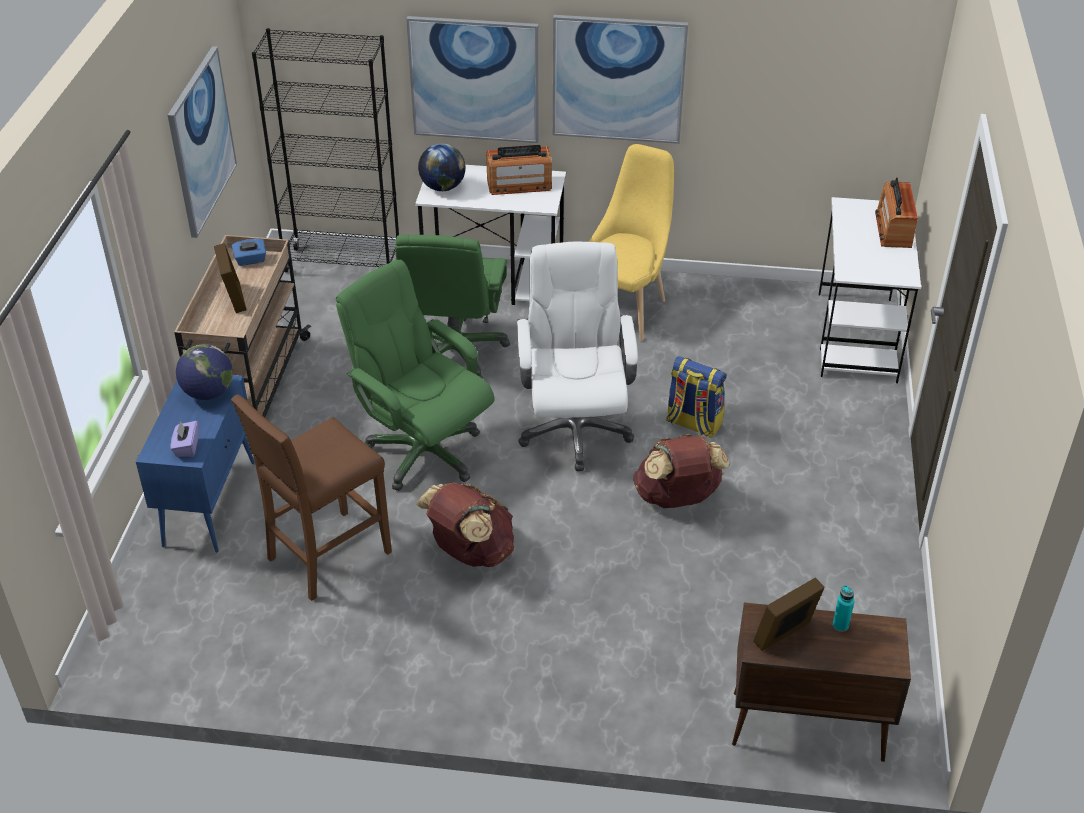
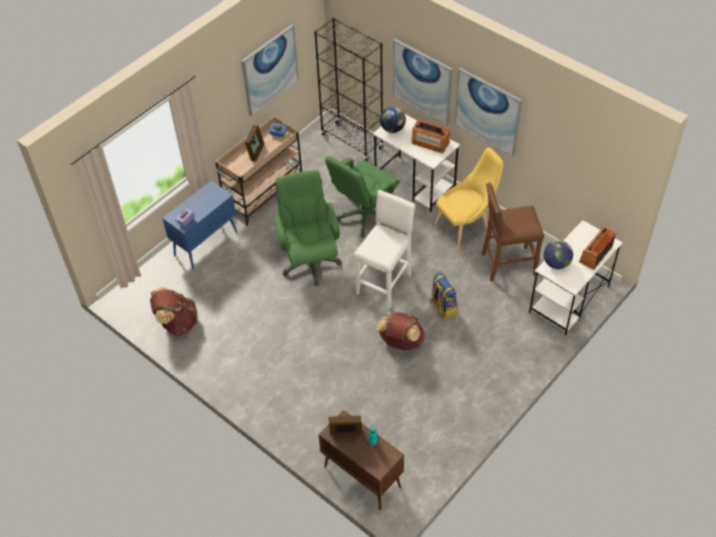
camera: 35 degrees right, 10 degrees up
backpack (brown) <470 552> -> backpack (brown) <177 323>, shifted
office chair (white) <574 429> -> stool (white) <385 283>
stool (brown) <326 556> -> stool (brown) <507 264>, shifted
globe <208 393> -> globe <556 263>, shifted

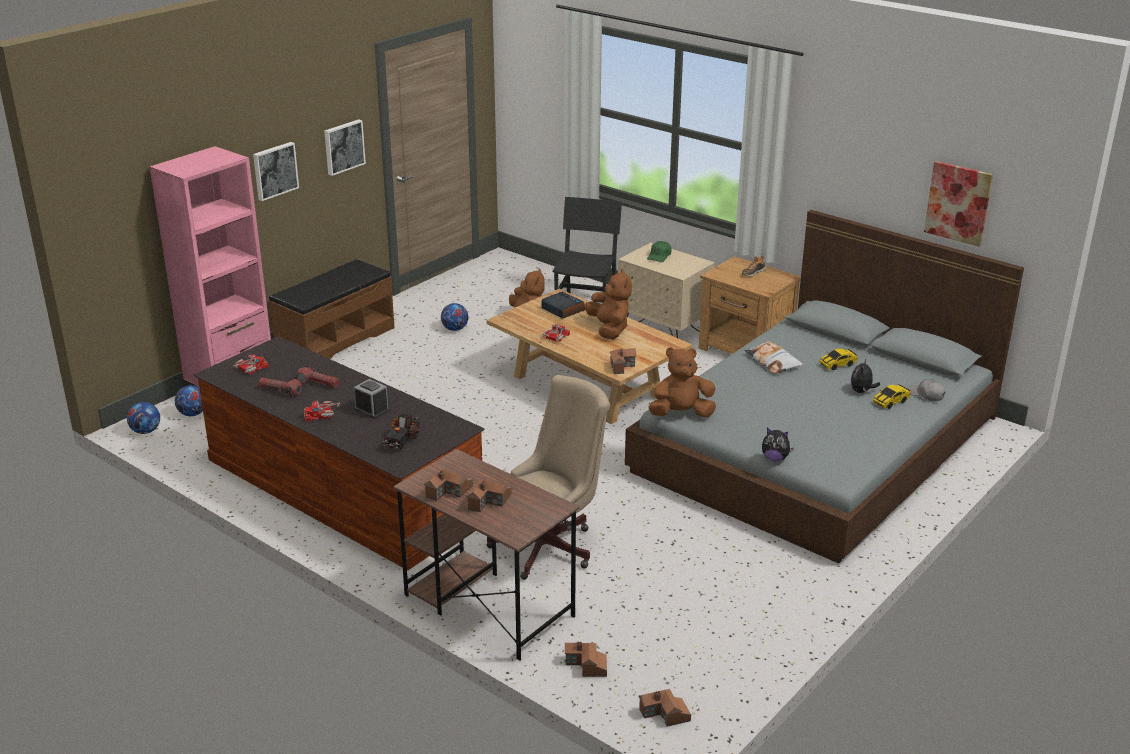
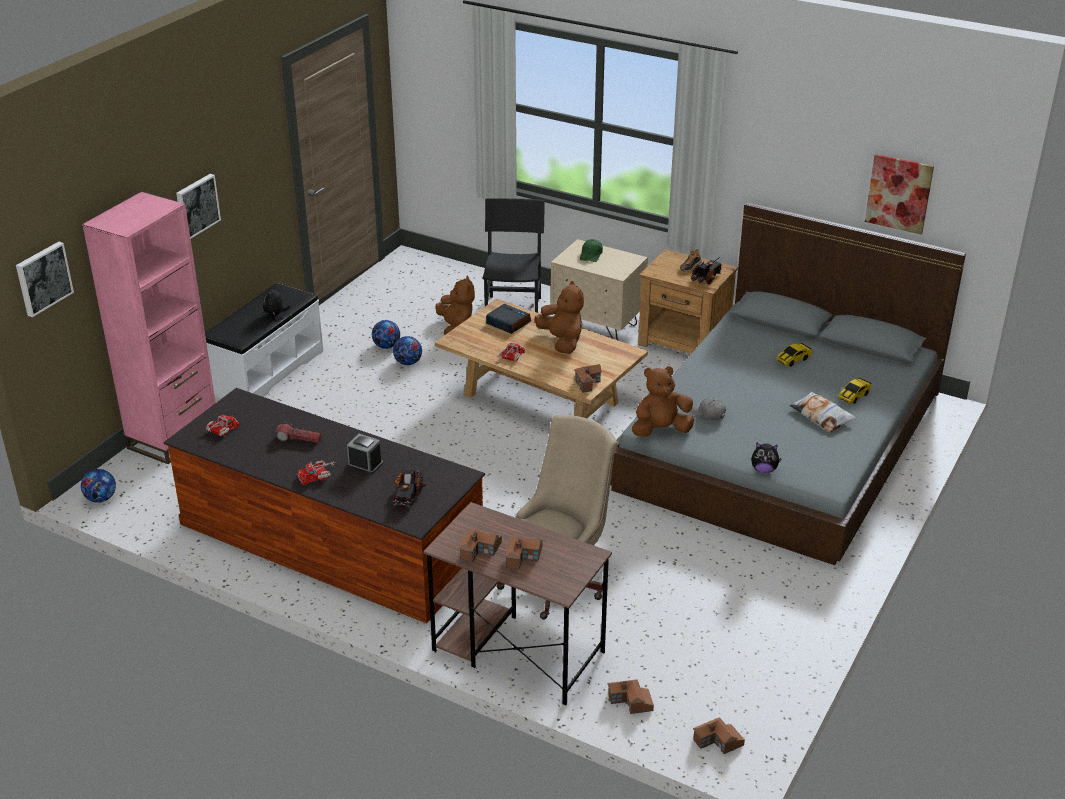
camera: 10 degrees left, 5 degrees up
picture <343 146> -> picture <43 278>, shifted
bench (brown) <335 340> -> bench (white) <266 371>
plush toy <862 391> -> plush toy <275 315>, shifted
football <193 414> -> football <408 363>, shifted
cap (grey) <926 395> -> cap (grey) <708 413>, shifted
none -> toy truck <706 278>
pillow <773 362> -> pillow <821 416>, shifted
flashlight <280 391> -> none

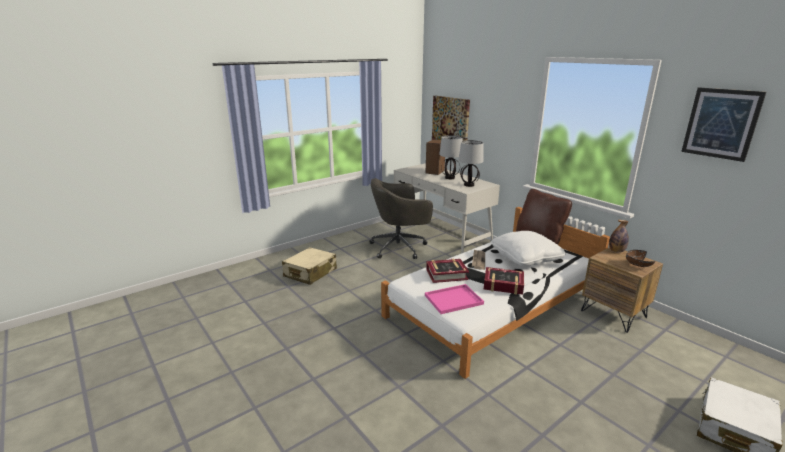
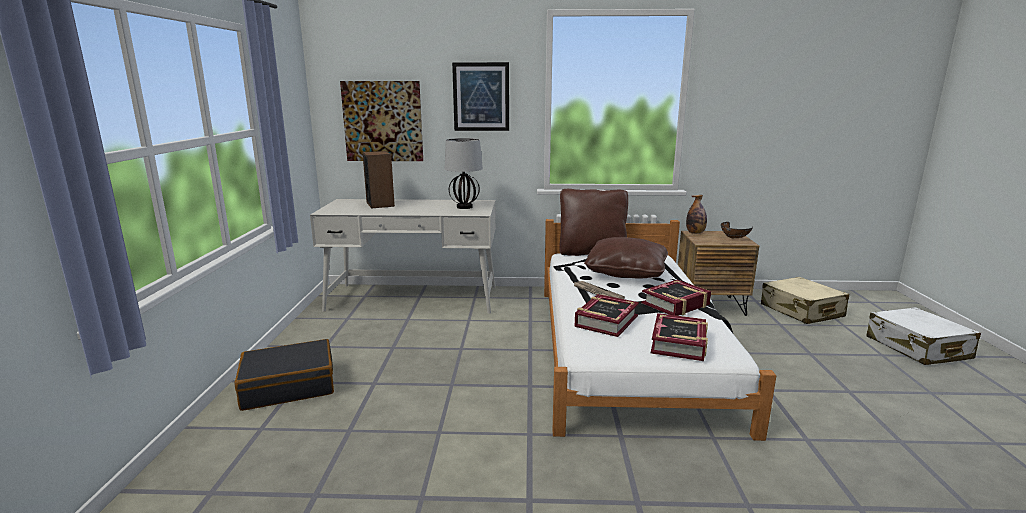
camera: 50 degrees left, 5 degrees down
none -> suitcase (black) <289 386>
picture <721 123> -> picture <481 97>, shifted
pillow (white) <525 258> -> pillow (brown) <626 272>
tray (pink) <453 300> -> book <679 343>
suitcase (beige) <310 273> -> suitcase (beige) <801 311>, shifted
office chair (grey) <400 247> -> none
table lamp <449 178> -> none

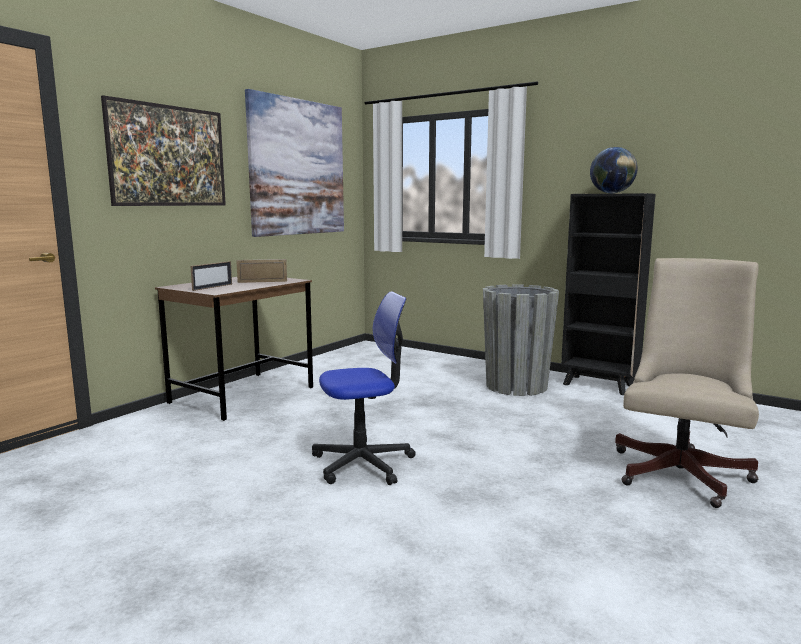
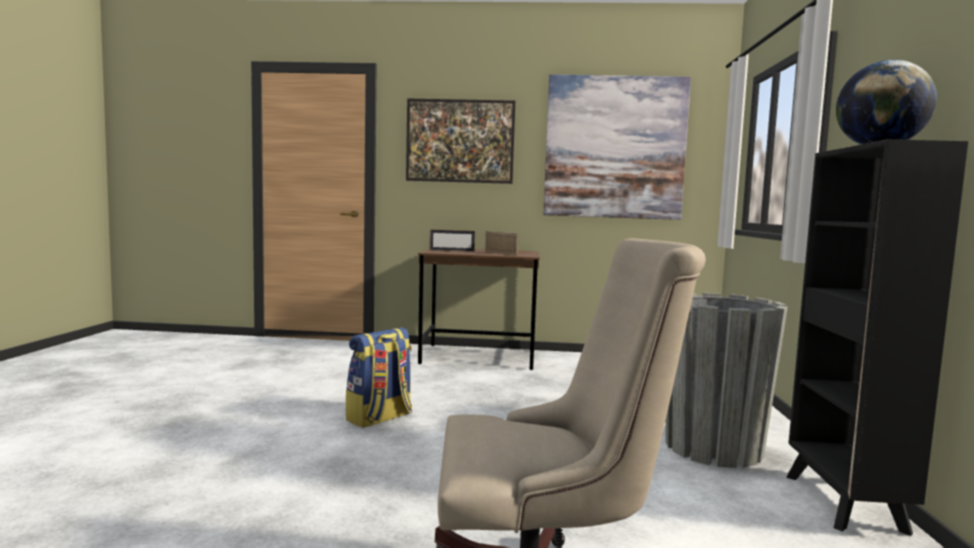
camera: 60 degrees right, 5 degrees down
office chair <363 463> -> backpack <379 418>

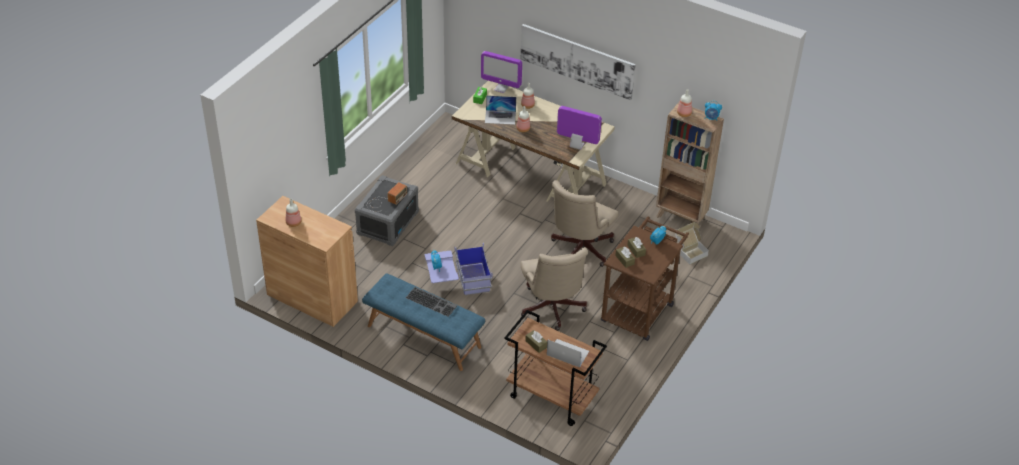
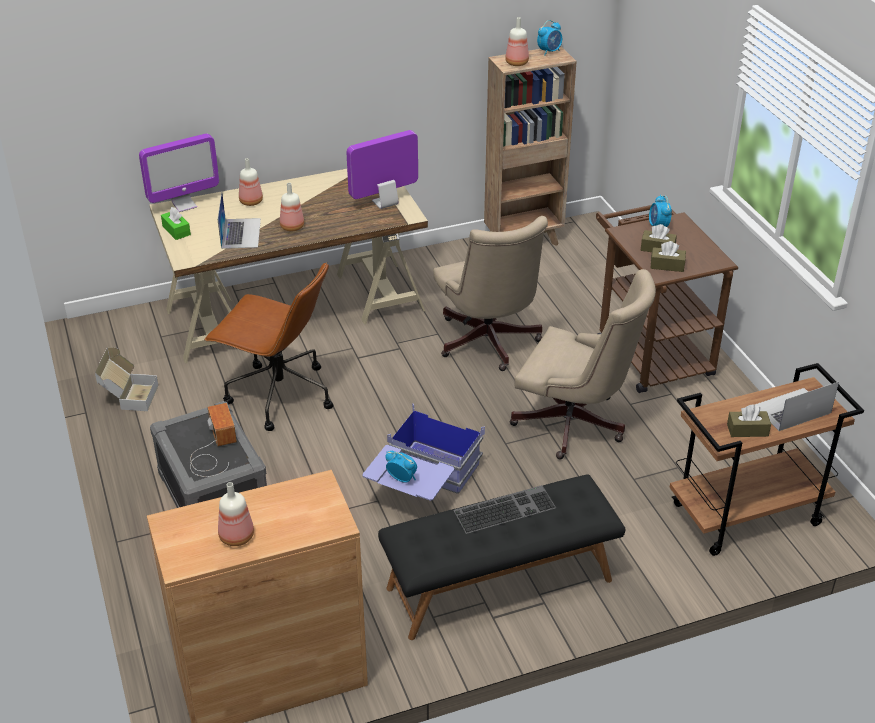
camera: 50 degrees left, 5 degrees down
cardboard box <690 251> -> cardboard box <129 396>, shifted
none -> office chair (brown) <278 395>
laptop <500 117> -> laptop <241 233>, 45 degrees counterclockwise
bench (blue) <423 337> -> bench (black) <499 585>
picture <577 61> -> none

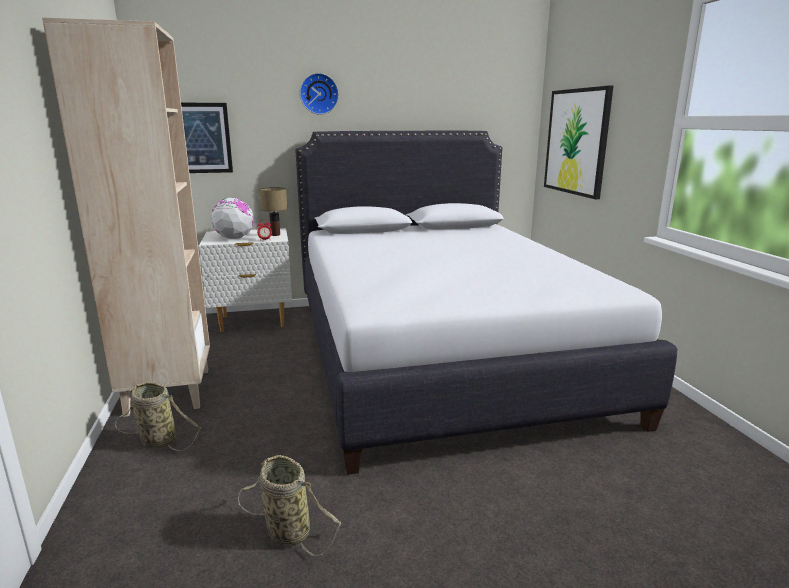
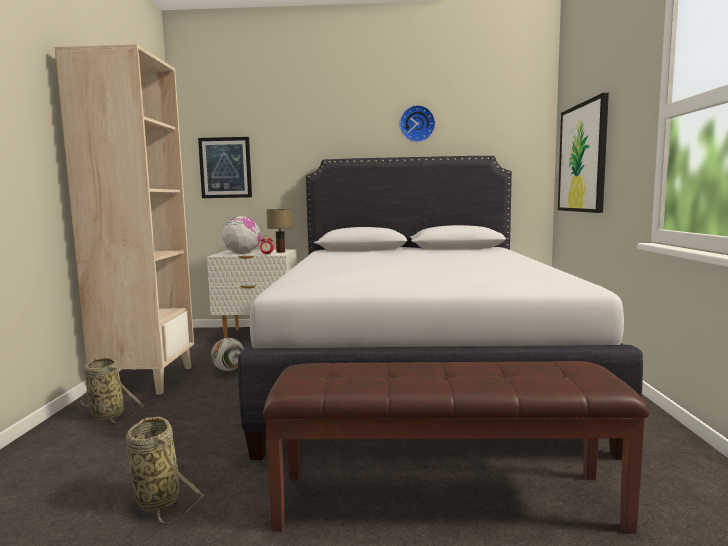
camera: 15 degrees right, 10 degrees down
none -> football <229 370>
none -> bench (brown) <445 499>
wall clock <319 94> -> wall clock <417 124>, shifted

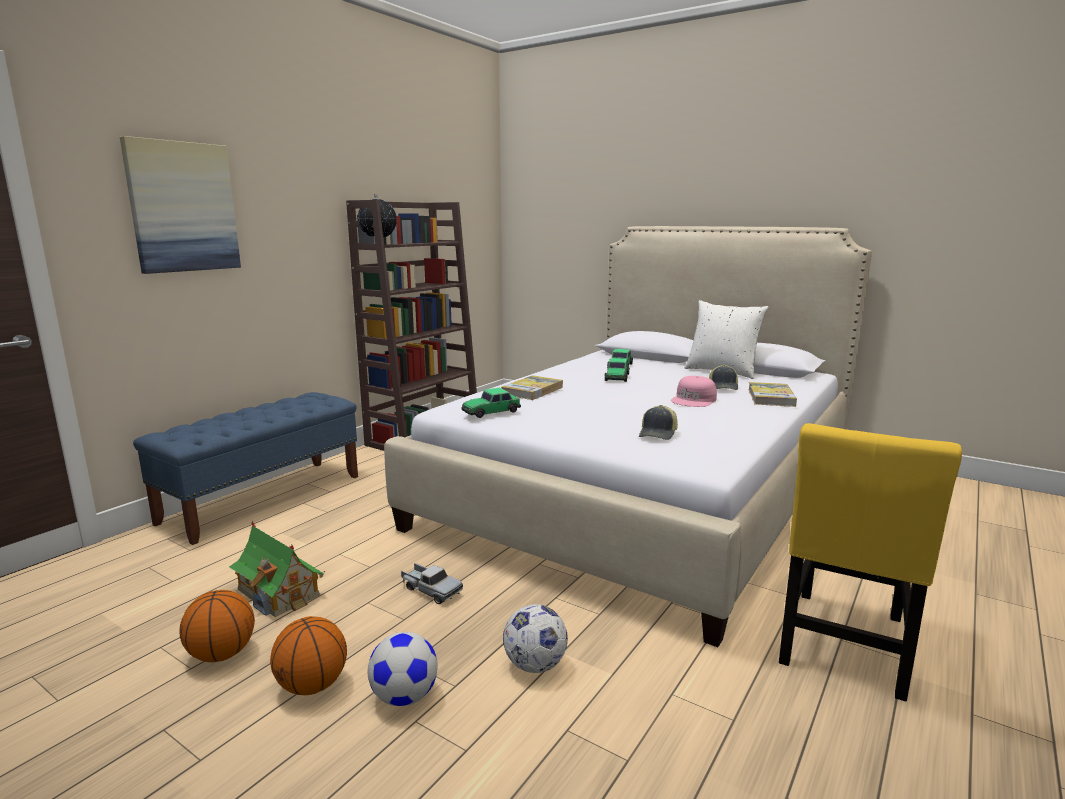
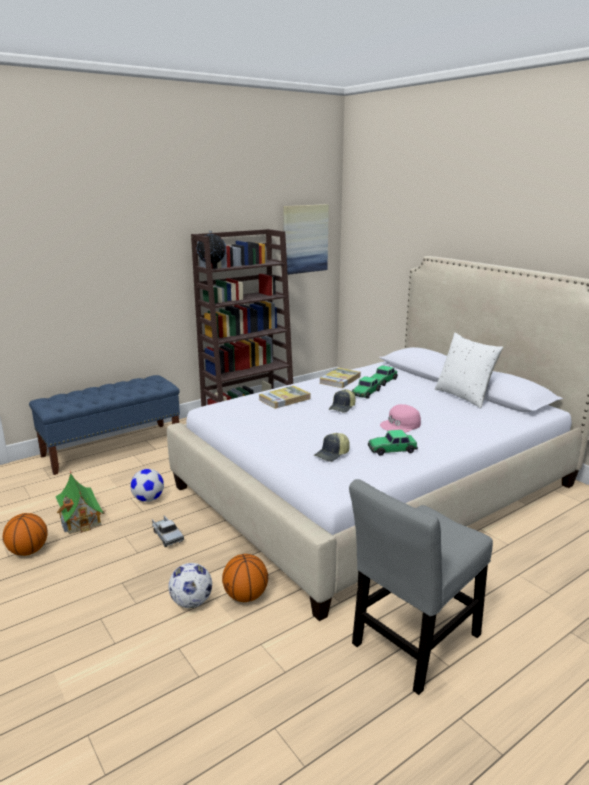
camera: 20 degrees right, 5 degrees up
football <404 696> -> football <148 499>, shifted
basketball <313 685> -> basketball <246 596>, shifted
picture <183 207> -> picture <305 239>, shifted
book <771 397> -> book <340 380>, shifted
cap <723 387> -> cap <342 408>, shifted
chair (yellow) <844 646> -> chair (grey) <413 644>
toy car <491 412> -> toy car <392 449>, shifted

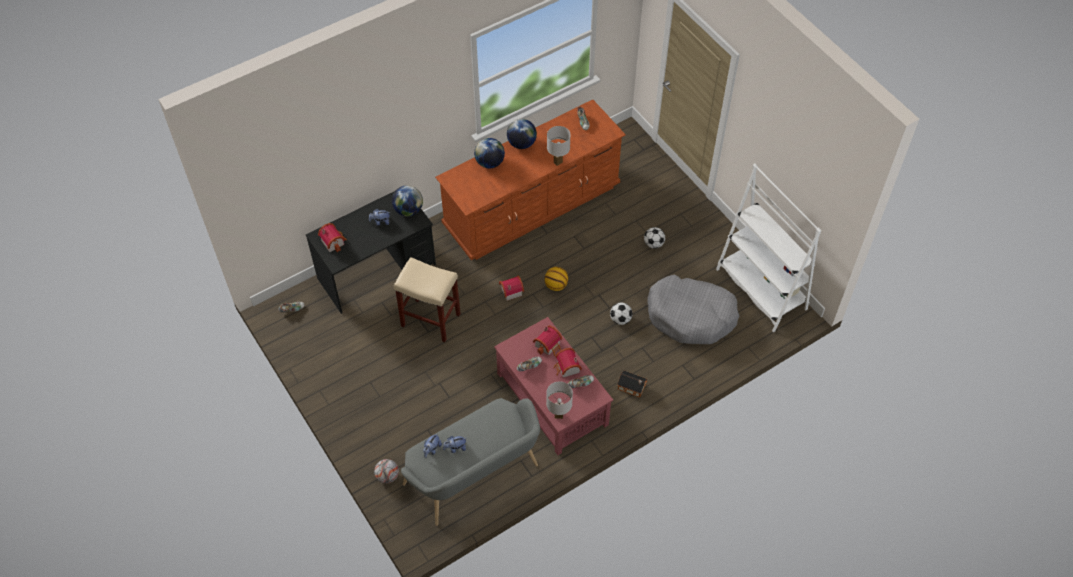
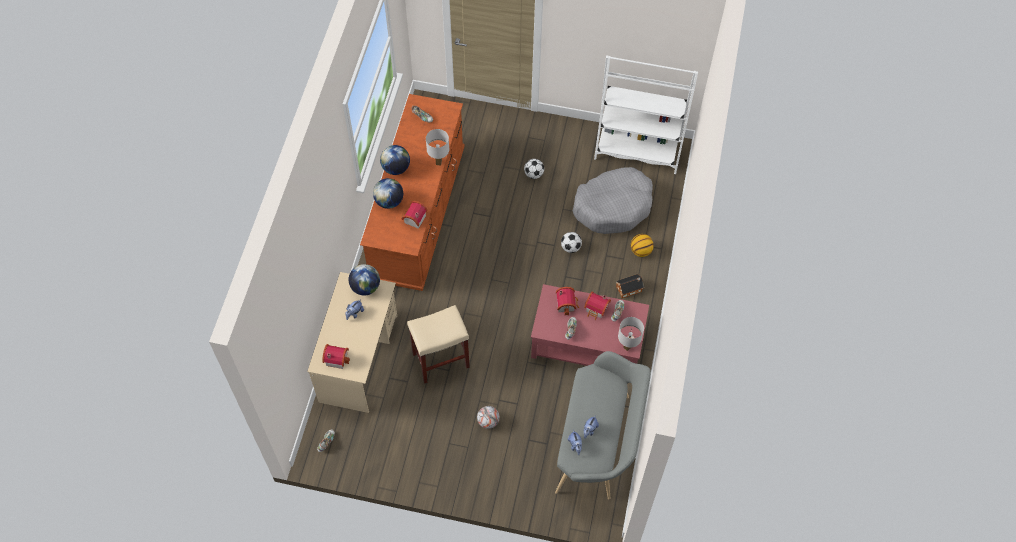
camera: 45 degrees left, 5 degrees up
desk (black) <377 272> -> desk (beige) <359 358>
toy house <510 291> -> toy house <413 219>, shifted
football <387 476> -> football <488 421>, shifted
basketball <556 285> -> basketball <641 251>, shifted

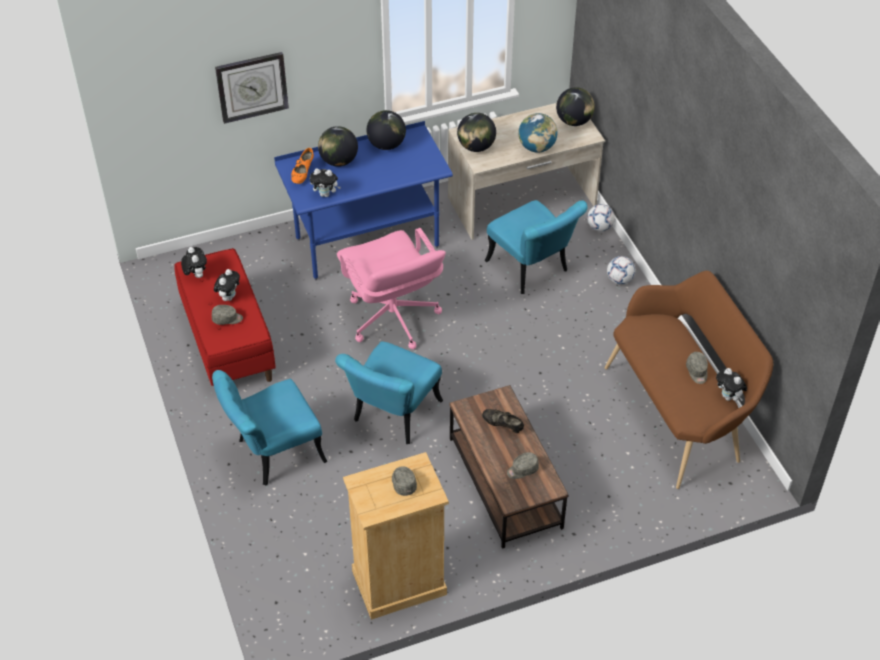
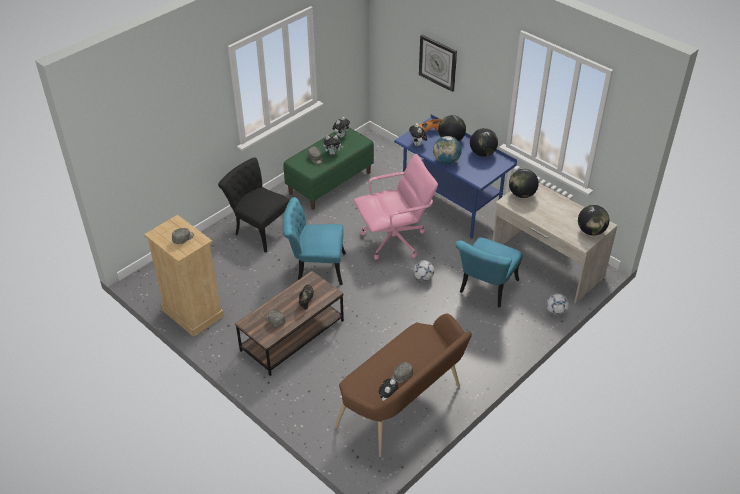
camera: 65 degrees right, 5 degrees down
chair (turquoise) <272 454> -> chair (black) <259 229>
bench (red) <227 342> -> bench (green) <330 183>
office chair (pink) <392 319> -> office chair (pink) <394 240>, 150 degrees counterclockwise
football <619 280> -> football <423 278>, shifted
globe <537 147> -> globe <446 161>, shifted

